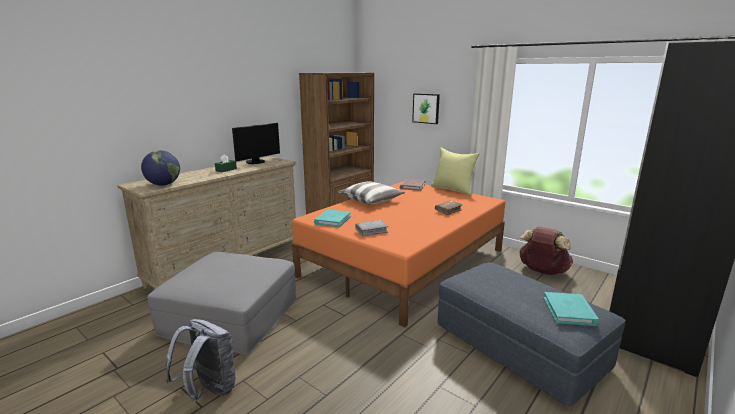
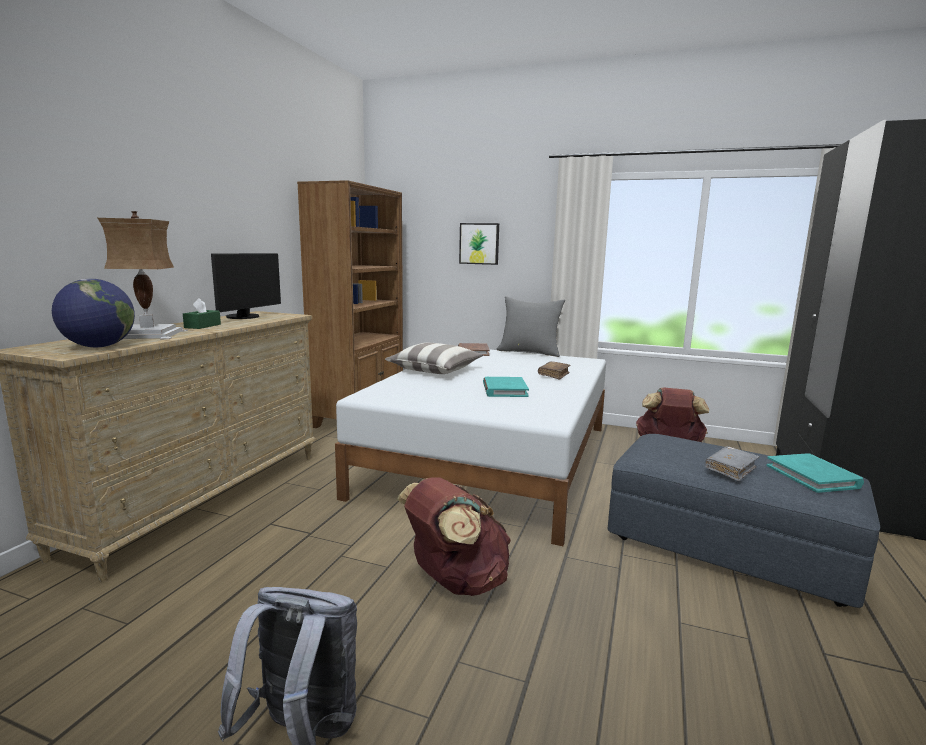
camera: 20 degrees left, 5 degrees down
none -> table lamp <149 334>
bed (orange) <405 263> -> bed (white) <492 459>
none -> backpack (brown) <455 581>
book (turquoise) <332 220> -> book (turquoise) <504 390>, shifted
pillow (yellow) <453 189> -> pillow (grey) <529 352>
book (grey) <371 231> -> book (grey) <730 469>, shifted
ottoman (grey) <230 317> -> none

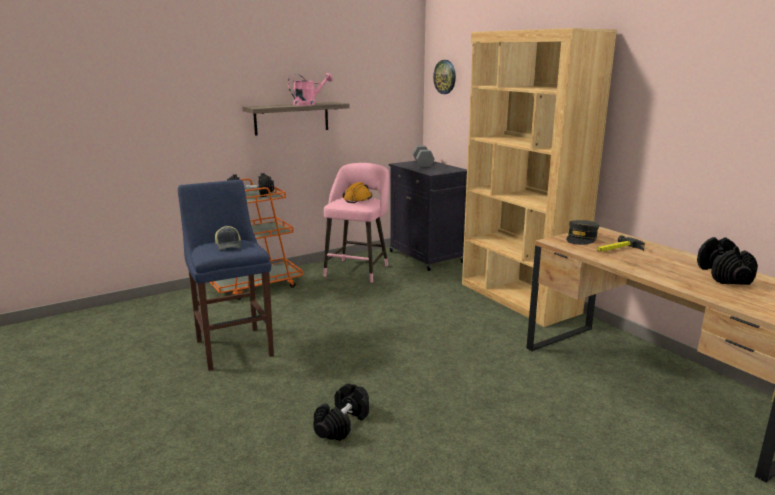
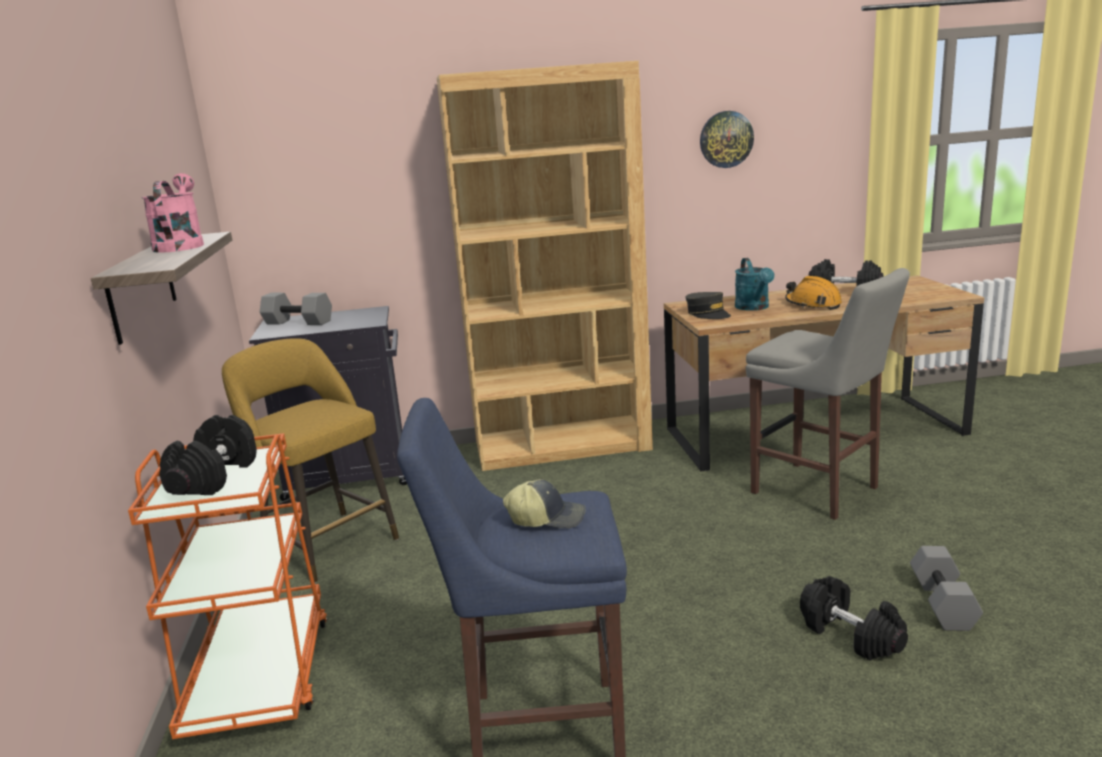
camera: 65 degrees left, 0 degrees up
stool (pink) <358 270> -> stool (yellow) <325 544>
wall clock <445 77> -> wall clock <726 139>, shifted
hammer <618 250> -> watering can (turquoise) <754 308>
none -> stool (grey) <819 492>
hard hat (orange) <358 199> -> hard hat (orange) <813 304>, shifted
none -> dumbbell (grey) <944 604>

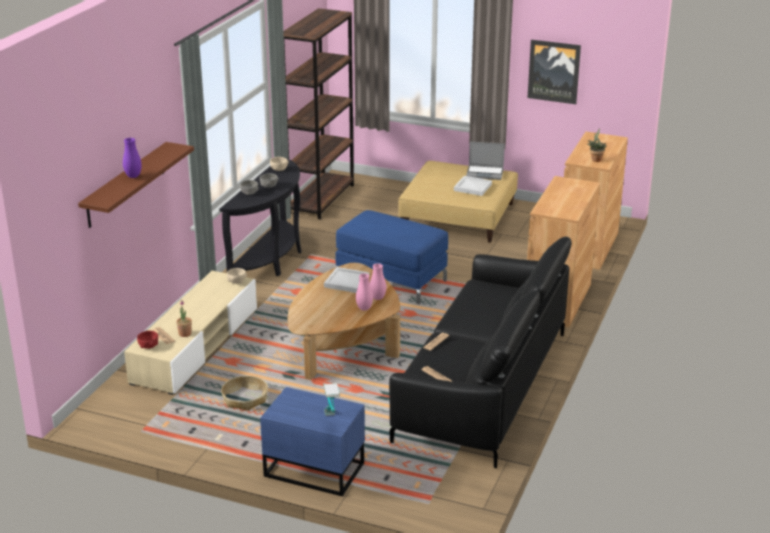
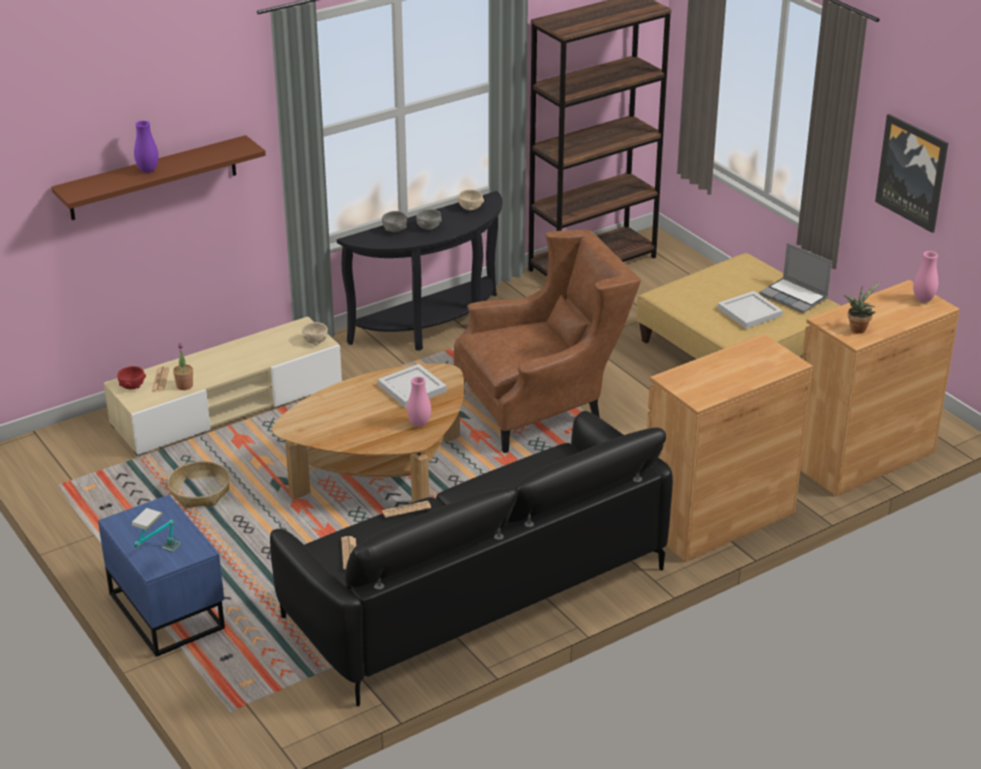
camera: 35 degrees right, 5 degrees up
ottoman (blue) <392 280> -> armchair (brown) <542 407>
vase (pink) <364 308> -> vase (pink) <923 300>, shifted

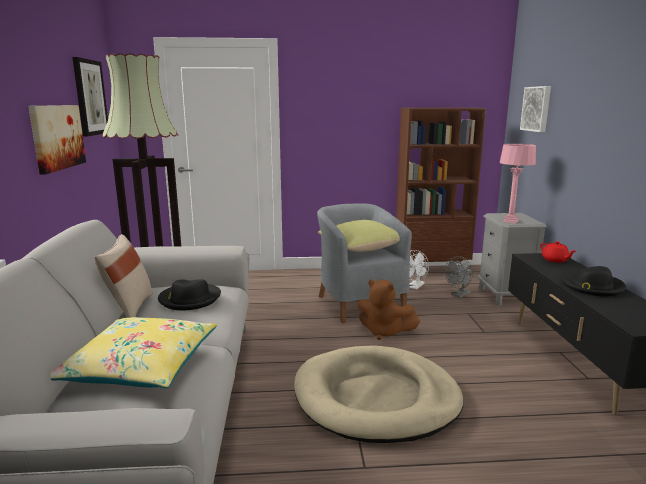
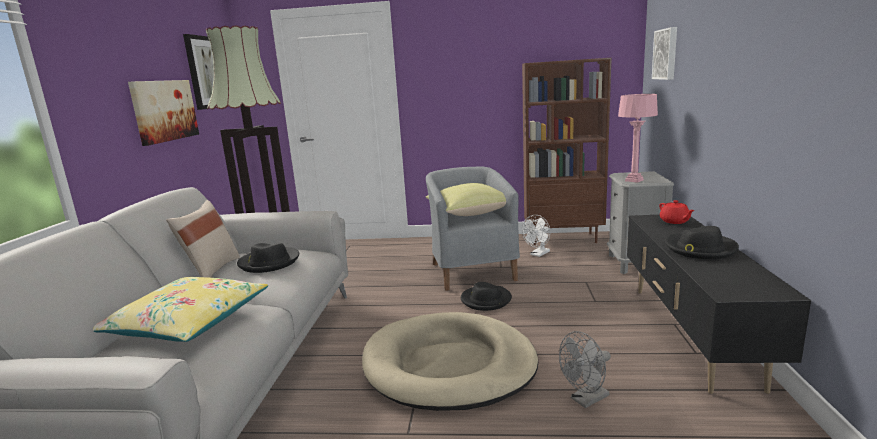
camera: 10 degrees right, 0 degrees up
plush toy (brown) <384 332> -> hat (black) <486 300>
fan (grey) <459 295> -> fan (grey) <586 400>, shifted

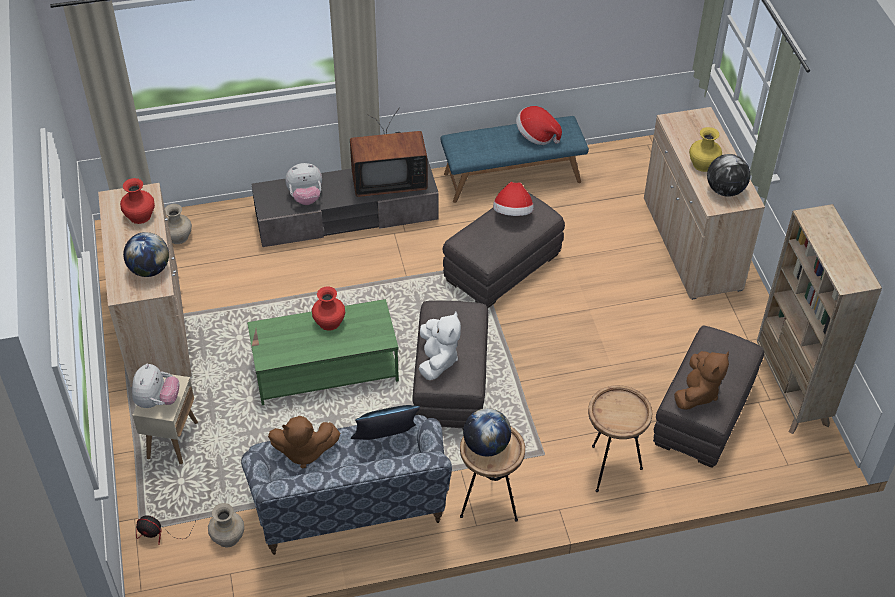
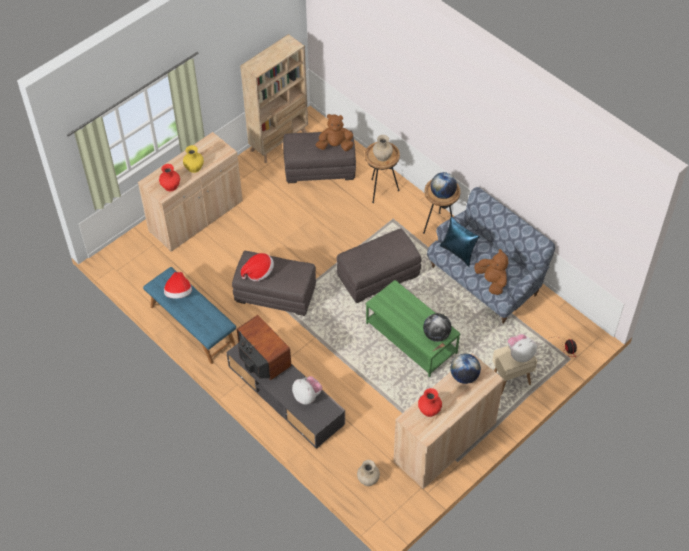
camera: 120 degrees left, 5 degrees up
vase (red) <329 322> -> vase (red) <170 186>, shifted
vase (beige) <228 537> -> vase (beige) <382 156>, shifted
globe <725 190> -> globe <436 335>, shifted
plush toy (white) <437 360> -> none

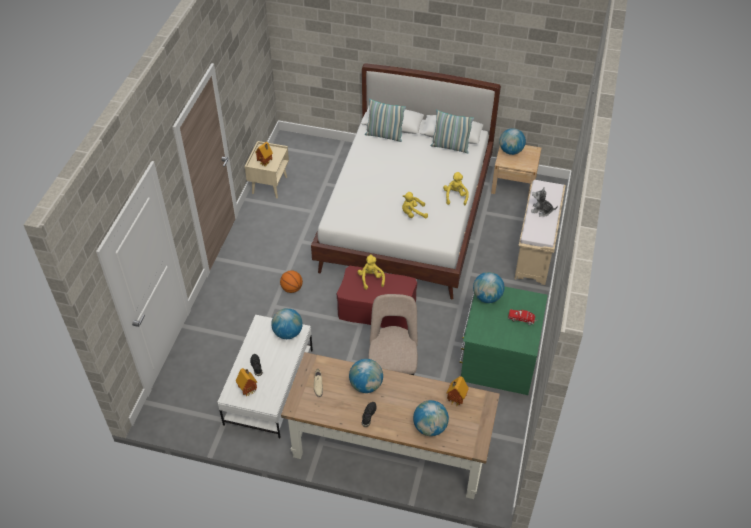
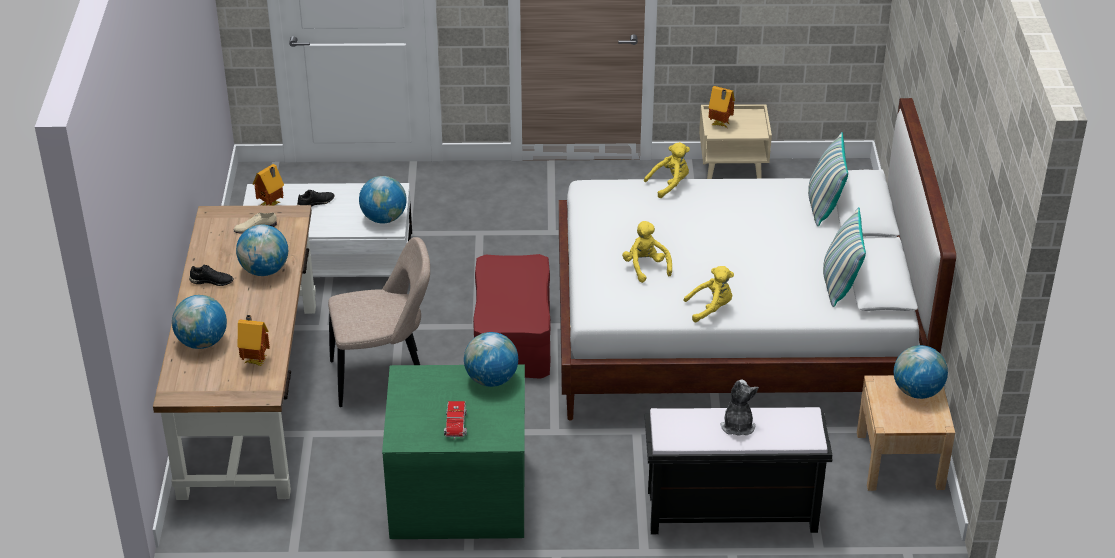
camera: 75 degrees right, 10 degrees down
plush toy (yellow) <371 279> -> plush toy (yellow) <670 184>, shifted
bench (beige) <535 252> -> bench (black) <730 512>
basketball <292 288> -> none

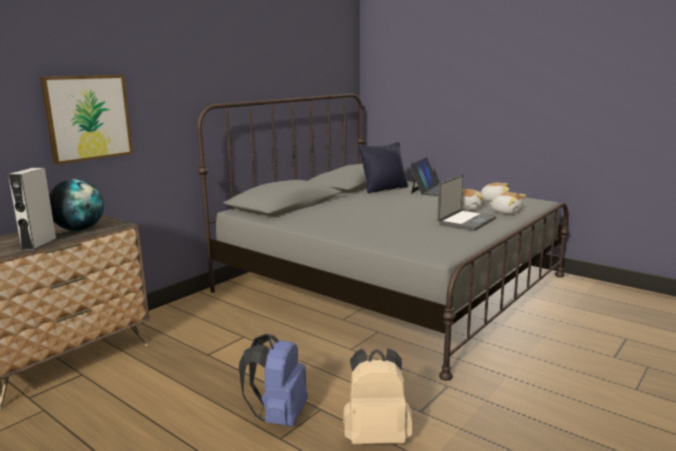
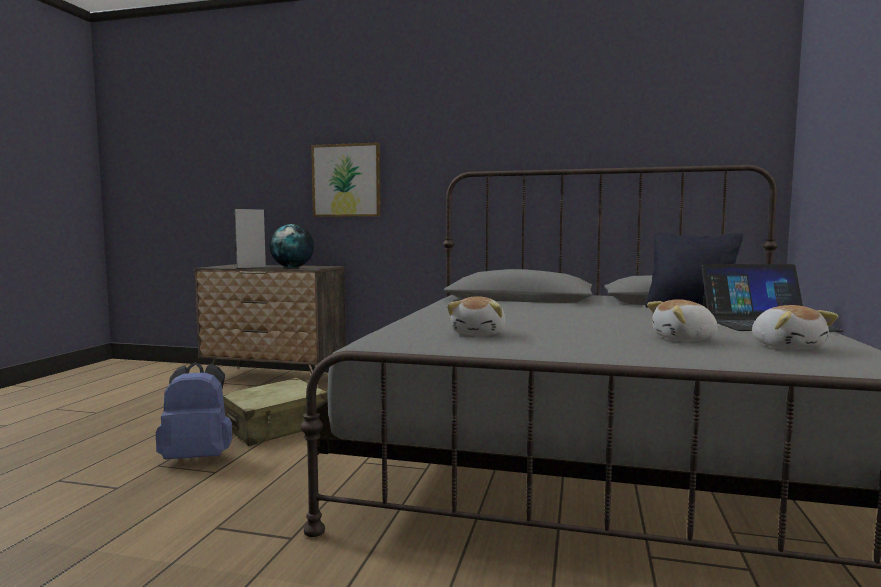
camera: 65 degrees right, 10 degrees down
none -> suitcase (beige) <276 426>
plush toy <506 212> -> plush toy <479 334>, shifted
backpack (beige) <376 436> -> none
laptop <465 221> -> none

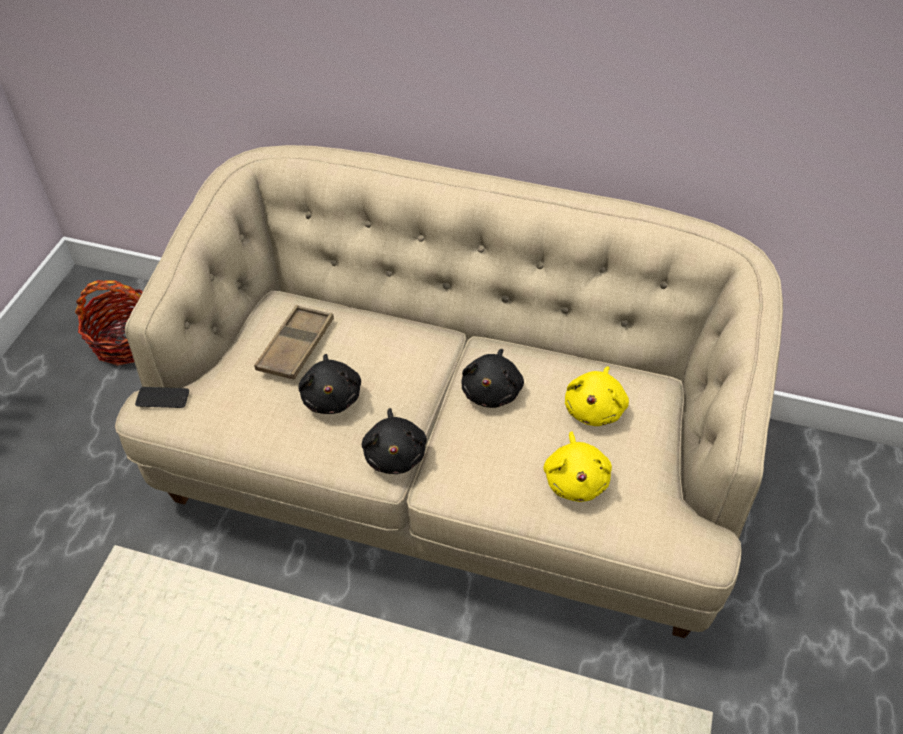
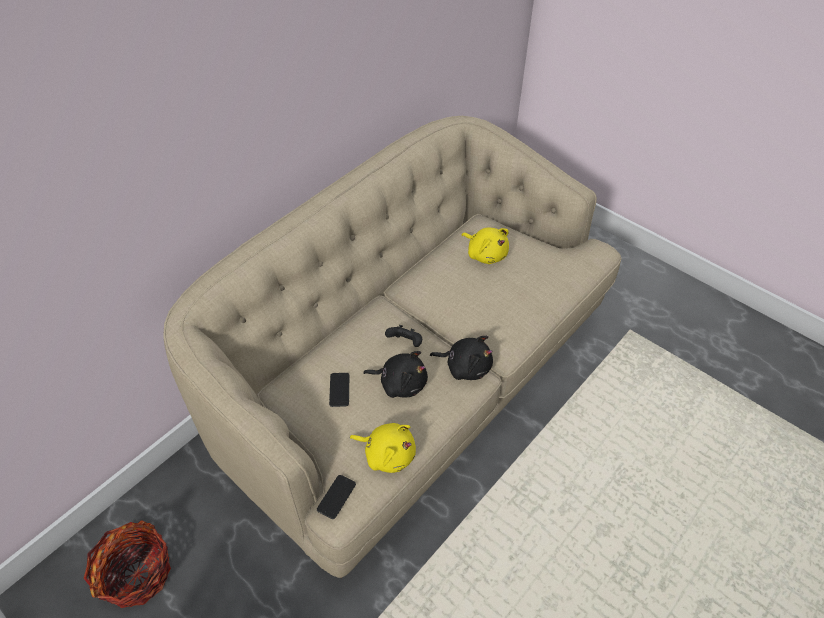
camera: 65 degrees left, 0 degrees up
tray (brown) <296 347> -> phone <339 390>
plush toy (yellow) <576 479> -> plush toy (yellow) <387 454>, shifted
none -> game controller (black) <405 343>
plush toy (black) <492 390> -> none

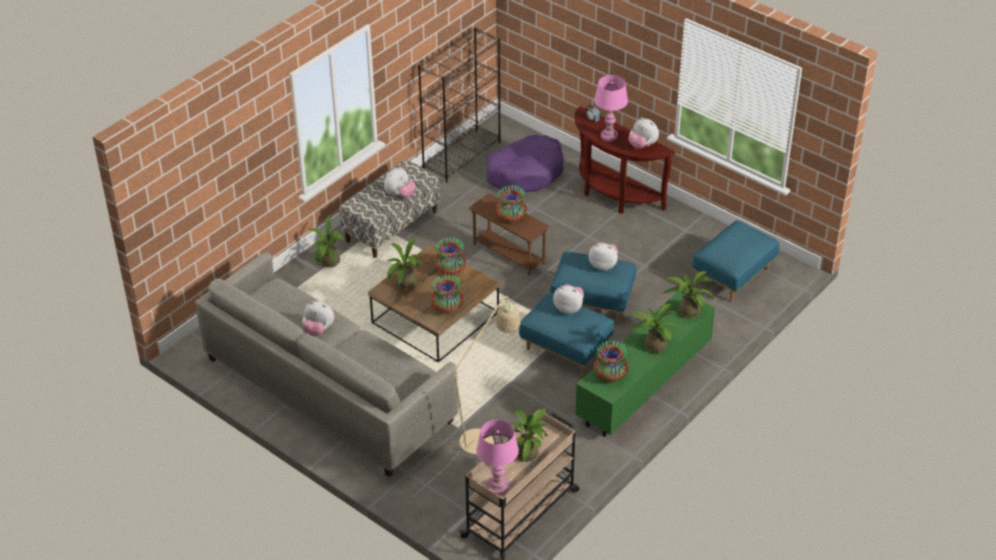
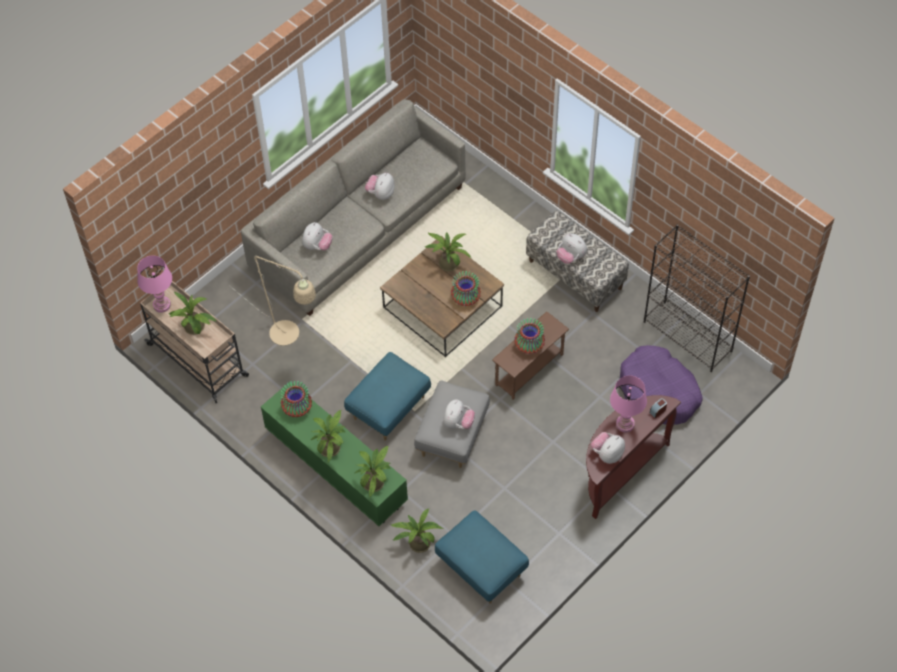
camera: 95 degrees right, 15 degrees up
plush toy <569 308> -> plush toy <317 246>, shifted
potted plant <328 263> -> potted plant <417 542>, shifted
ottoman (blue) <593 302> -> ottoman (grey) <453 436>
vase <447 307> -> none

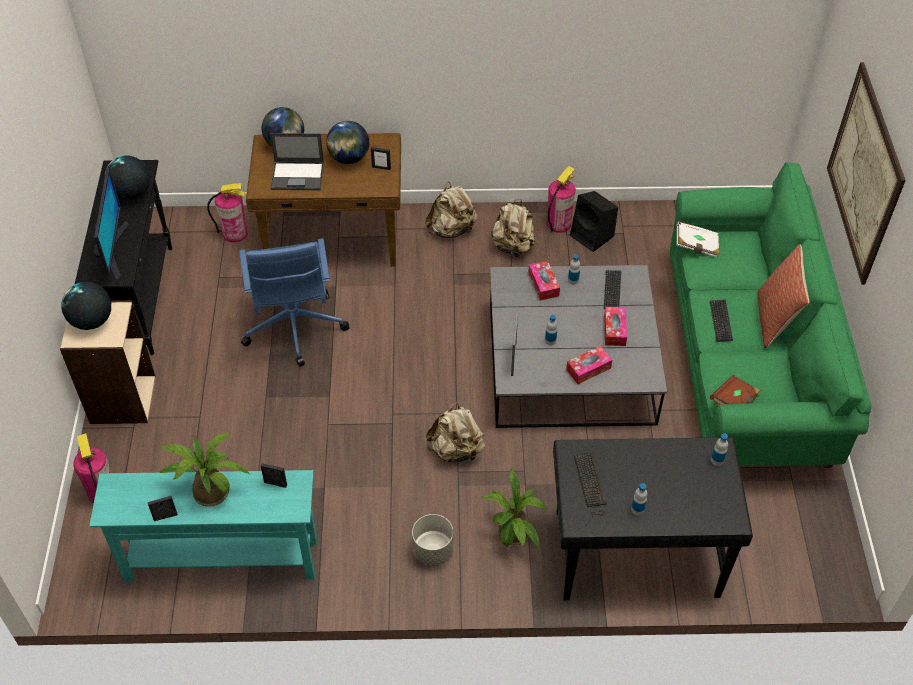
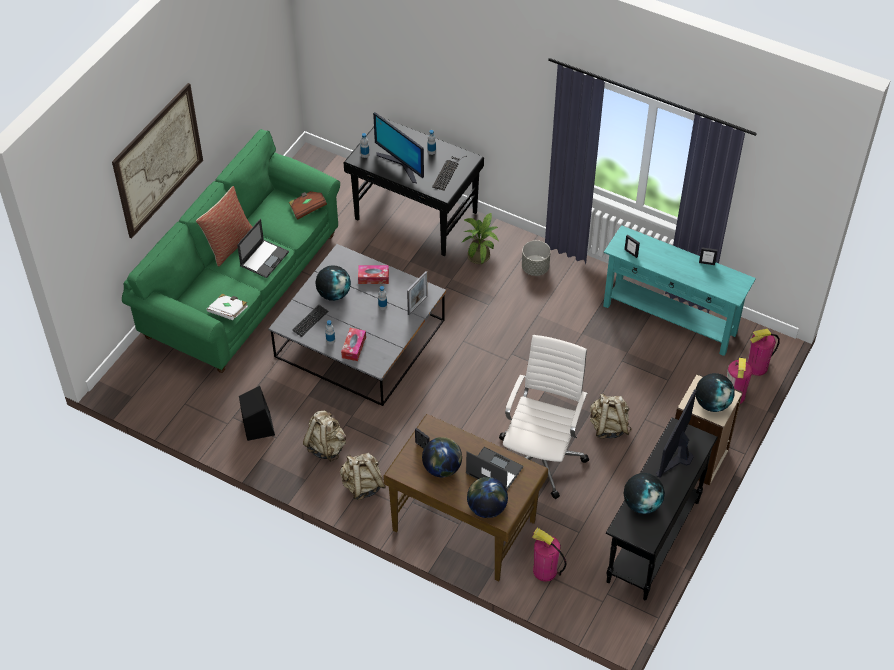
camera: 150 degrees left, 0 degrees up
keyboard <720 321> -> laptop <264 258>
tissue box <614 330> -> globe <334 294>
none -> monitor <401 165>
office chair (blue) <294 328> -> office chair (white) <541 457>
backpack (beige) <456 450> -> backpack (beige) <608 427>, shifted
fire extinguisher <558 223> -> fire extinguisher <757 367>, shifted
potted plant <208 490> -> none

